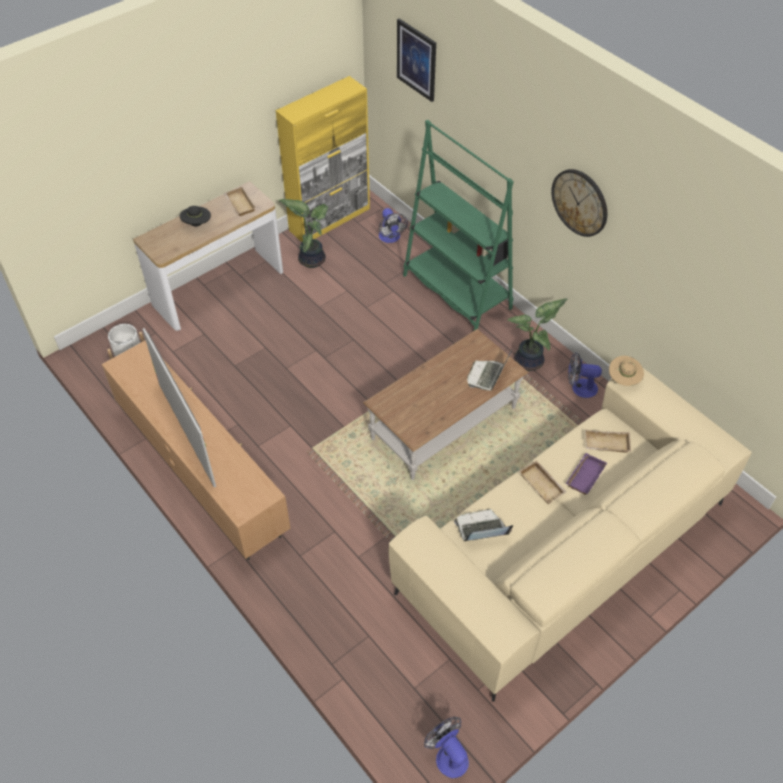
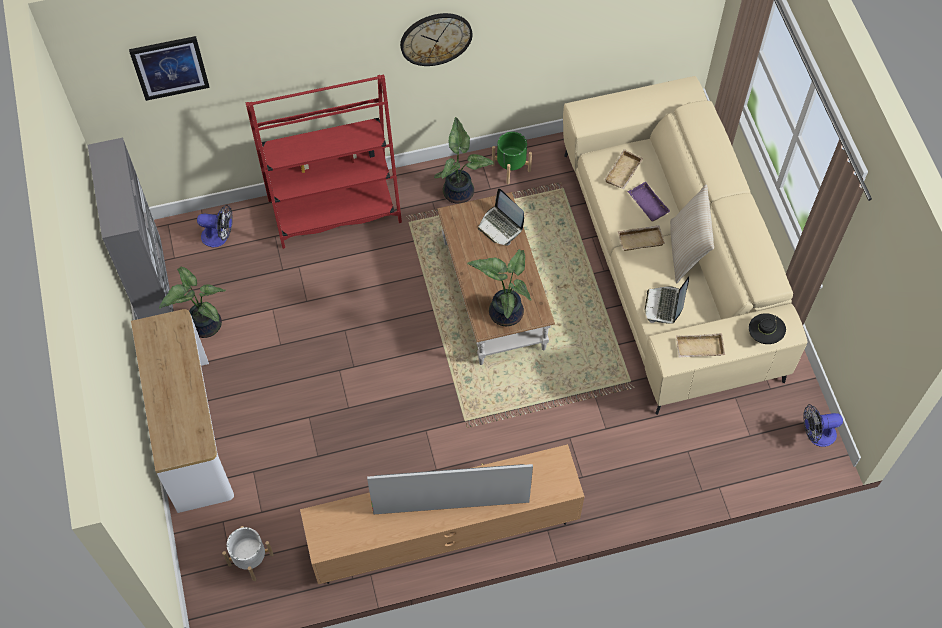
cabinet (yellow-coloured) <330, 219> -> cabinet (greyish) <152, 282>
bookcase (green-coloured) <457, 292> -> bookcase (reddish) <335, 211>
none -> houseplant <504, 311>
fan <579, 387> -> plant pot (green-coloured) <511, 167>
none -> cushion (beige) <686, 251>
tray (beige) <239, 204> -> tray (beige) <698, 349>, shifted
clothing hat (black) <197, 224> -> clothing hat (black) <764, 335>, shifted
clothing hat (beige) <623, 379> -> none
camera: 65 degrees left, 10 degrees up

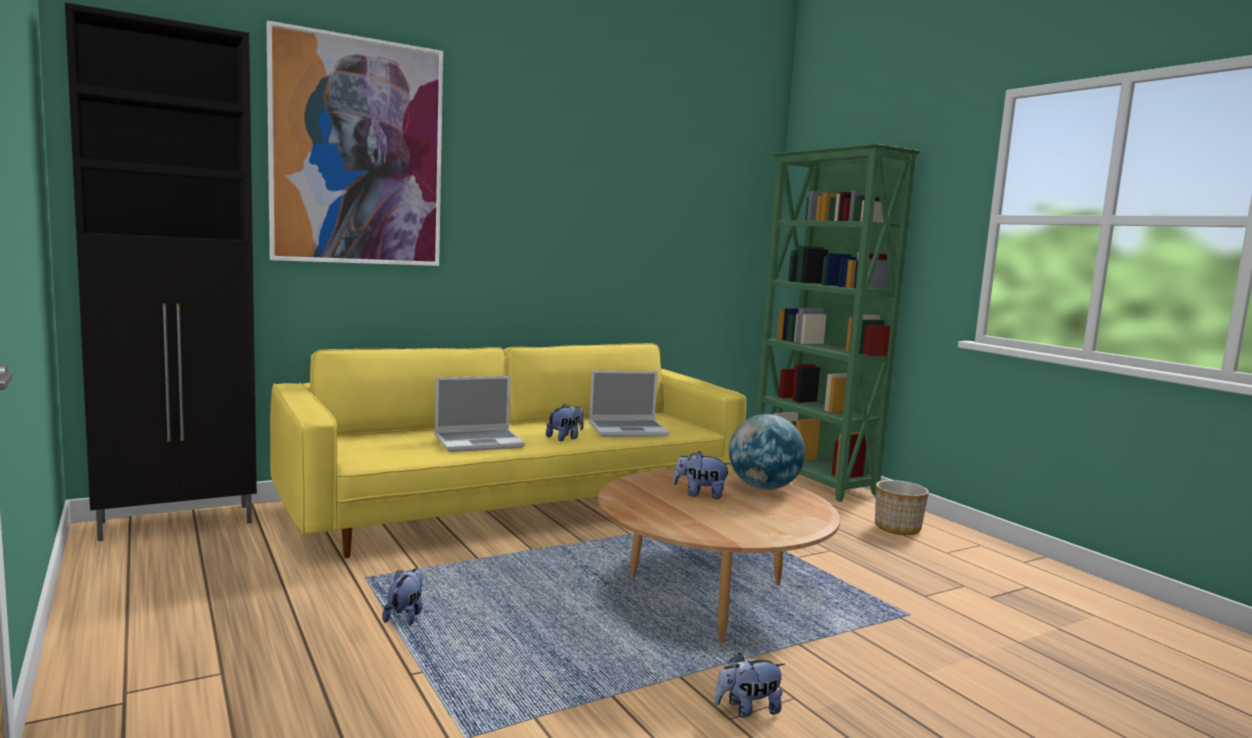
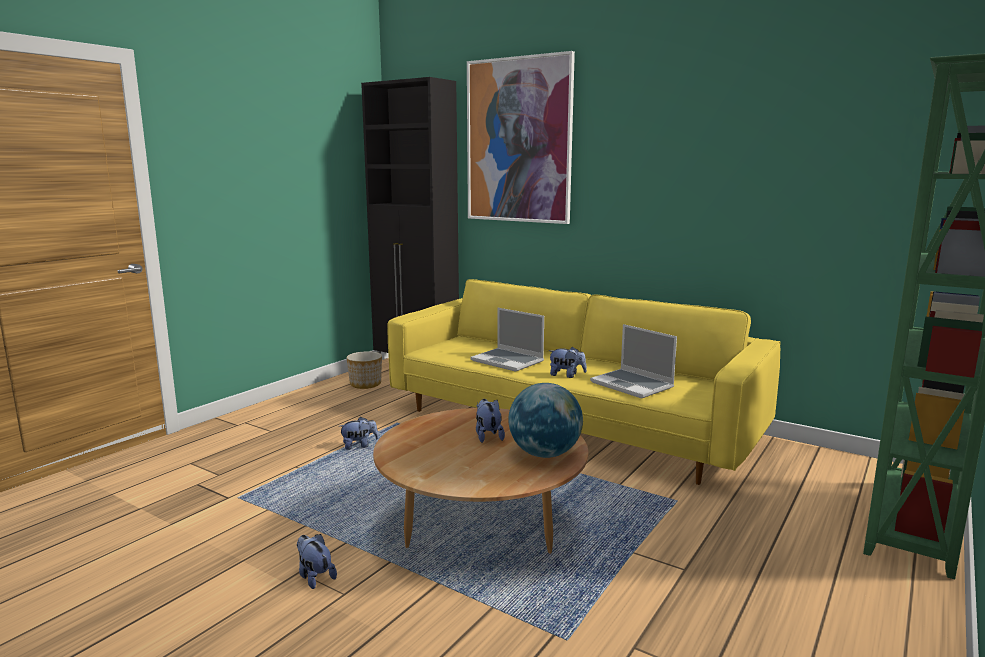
plant pot <896, 528> -> plant pot <365, 384>, shifted
camera: 65 degrees right, 5 degrees up

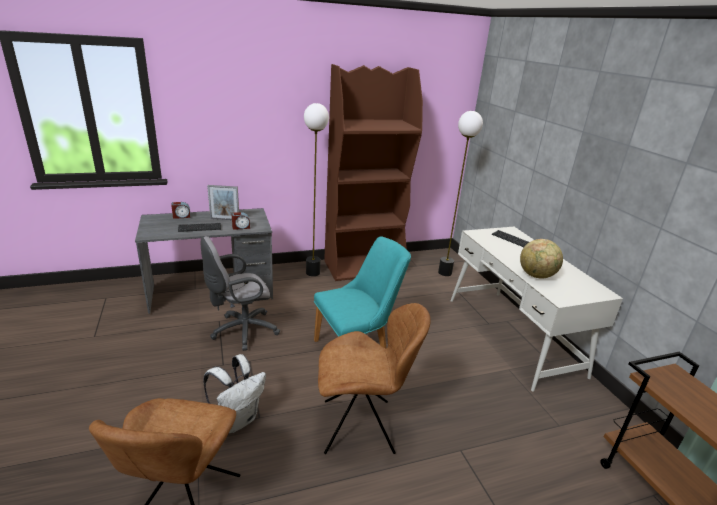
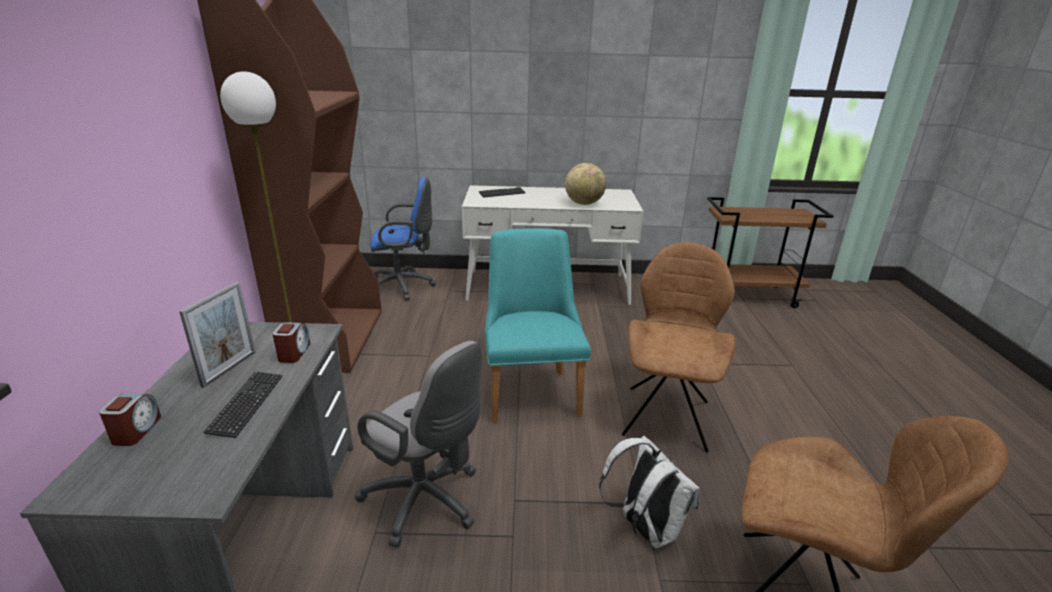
desk chair (greyish) <241, 331> -> desk chair (greyish) <427, 502>, 45 degrees counterclockwise
floor lamp <444, 273> -> desk chair (blue-coloured) <403, 286>
camera: 70 degrees left, 0 degrees up

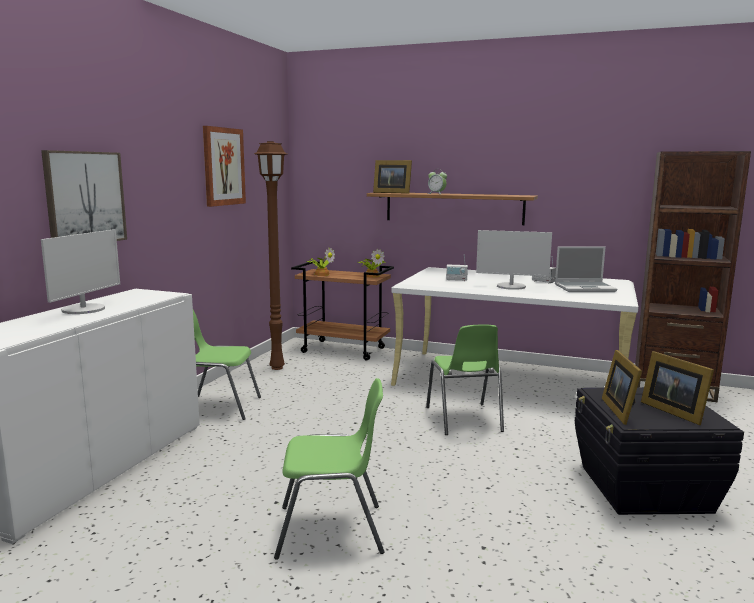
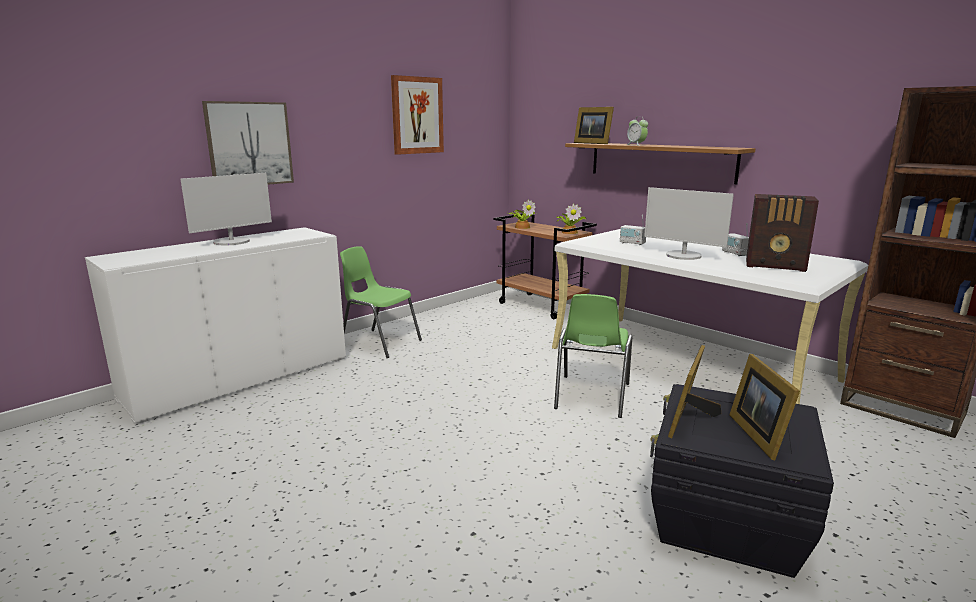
laptop <585, 288> -> radio receiver <776, 266>
floor lamp (brown) <277, 367> -> none
plain chair (green-coloured) <332, 530> -> none
camera: 25 degrees right, 5 degrees up

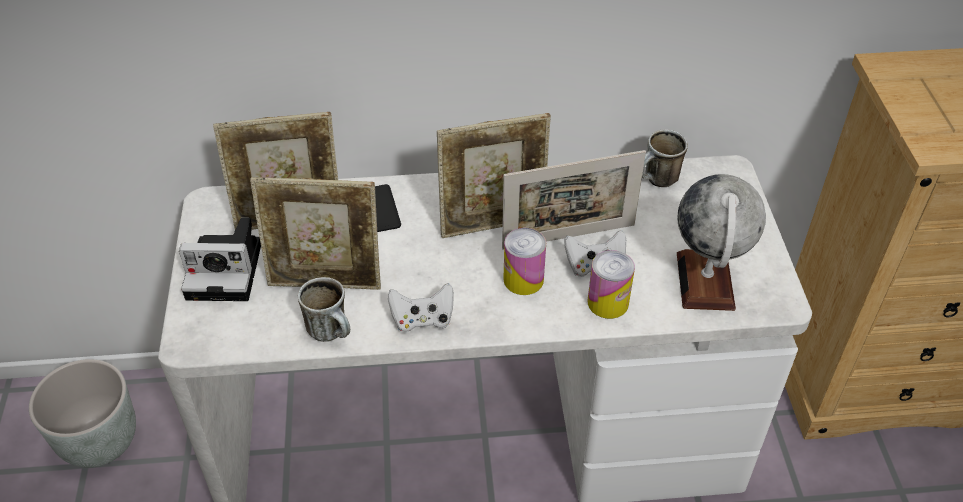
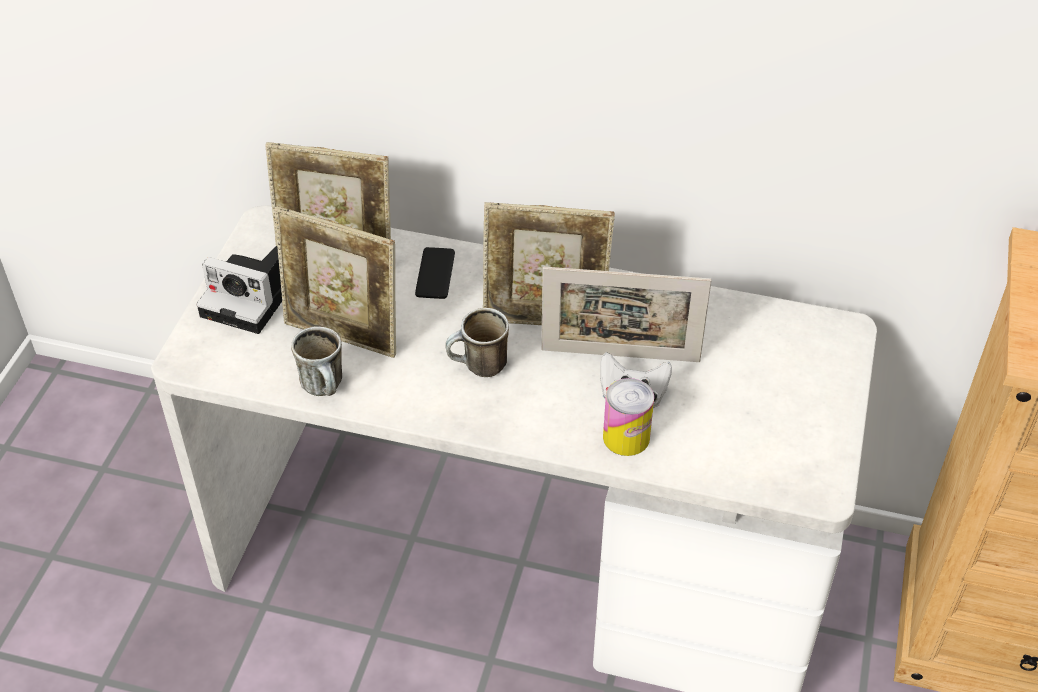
mug <657, 182> -> mug <478, 368>, shifted
plant pot (greyish) <101, 441> -> none
joypad (white-coloured) <422, 320> -> none
metal can <523, 279> -> none
desk globe <705, 281> -> none
camera: 20 degrees right, 0 degrees up

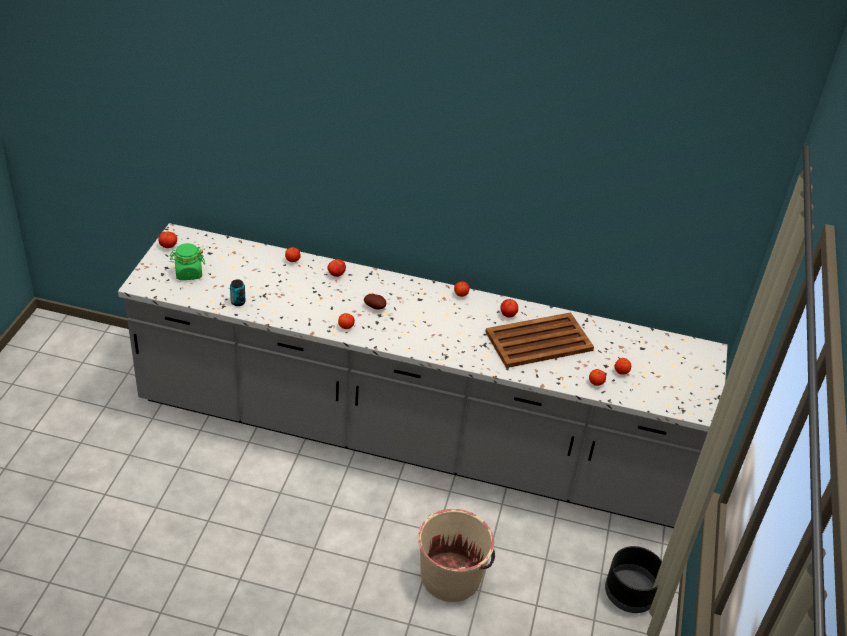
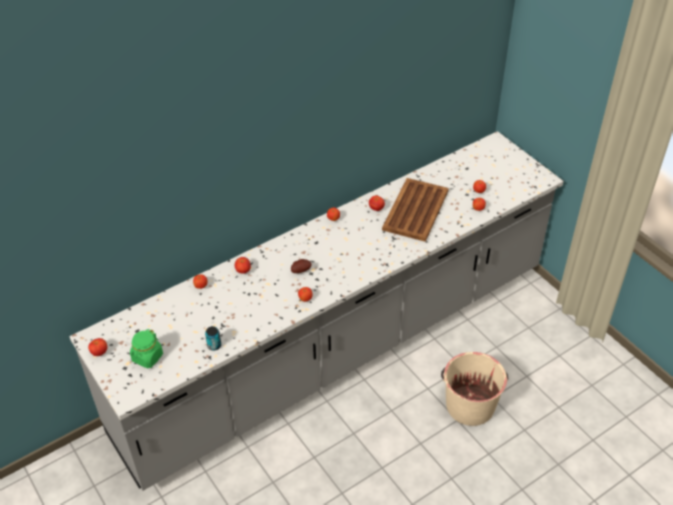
plant pot (black) <630, 594> -> none
camera: 45 degrees left, 5 degrees up

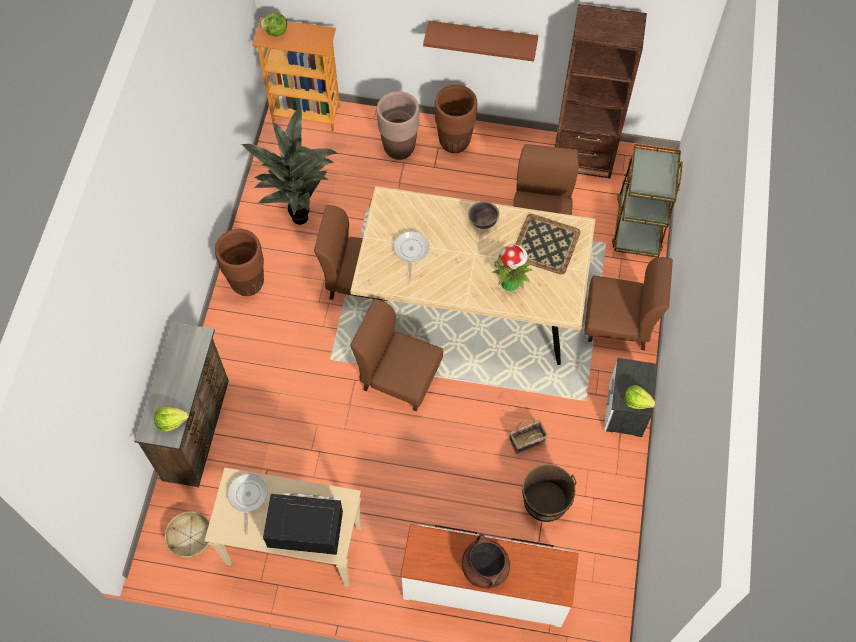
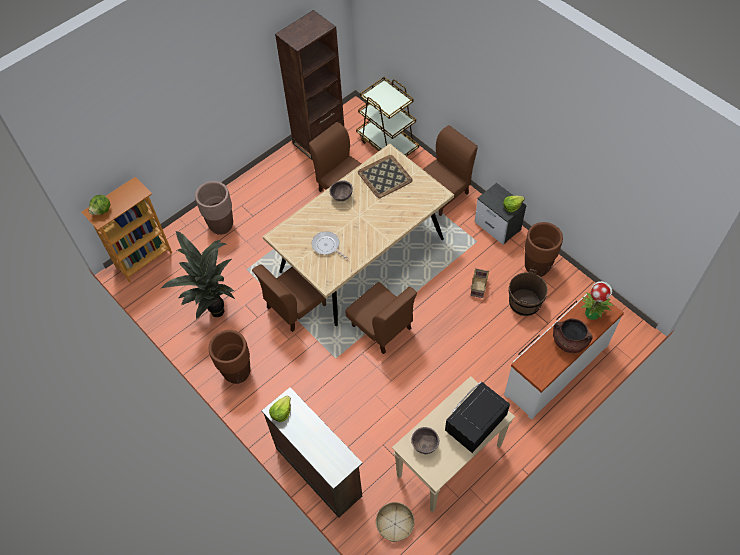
head of lettuce <171, 421> -> head of lettuce <281, 412>, shifted
plain chair (brown) <399, 377> -> plain chair (brown) <381, 327>, 105 degrees counterclockwise
frying pan <247, 497> -> deep dish (brown) <425, 445>
plant pot (brown) <454, 142> -> plant pot (brown) <537, 267>, shifted
houseplant <510, 282> -> houseplant <592, 312>, shifted
bracket shelf (brown) <482, 37> -> none
camera: 50 degrees left, 5 degrees down

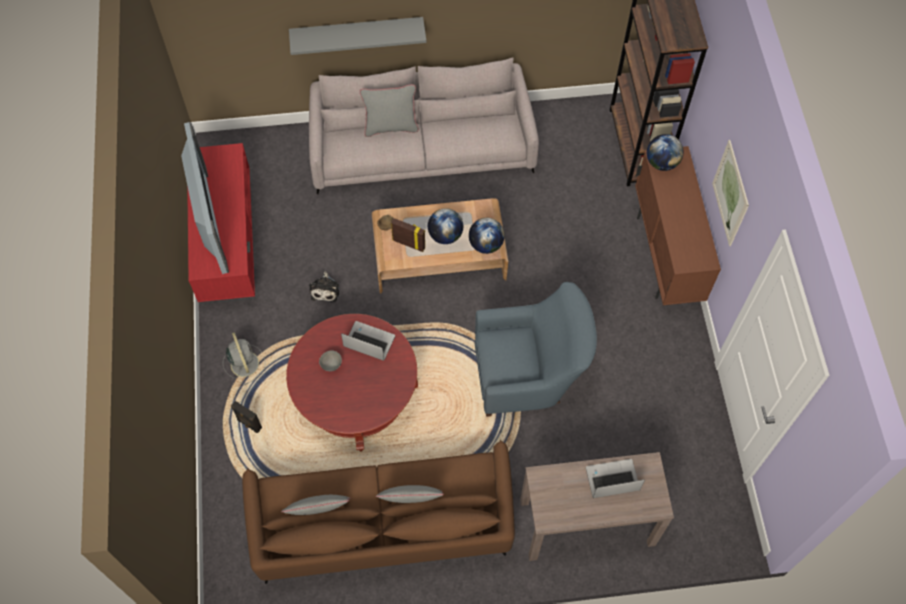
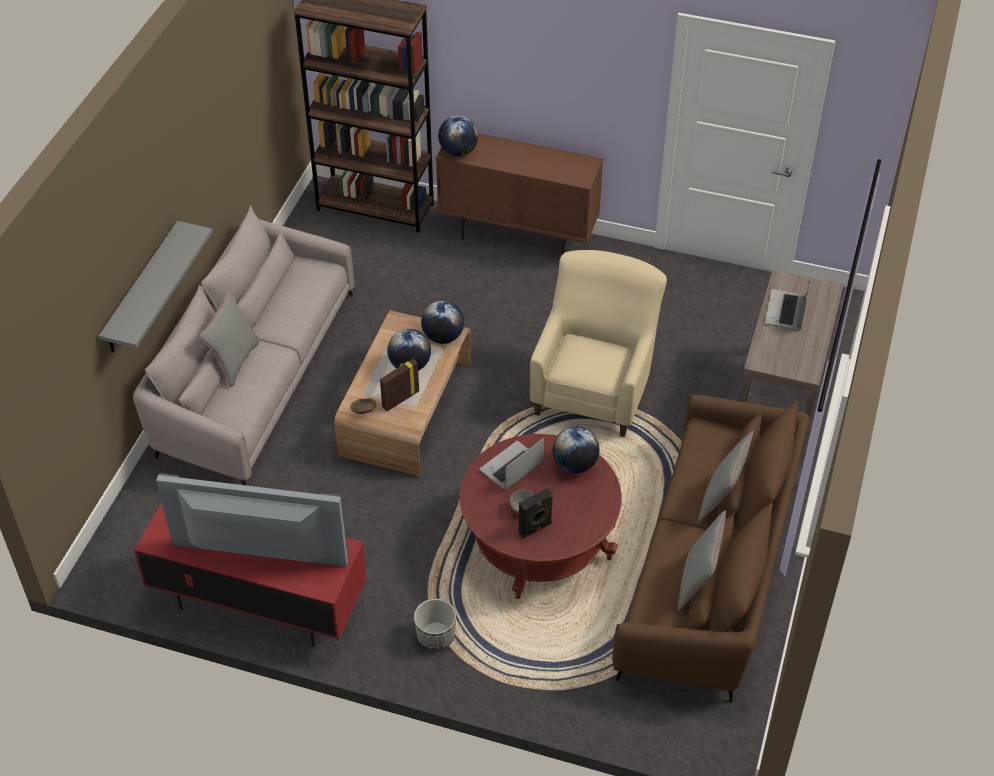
fan (greyish) <244, 363> -> plant pot <435, 636>
loudspeaker (black) <249, 424> -> loudspeaker (black) <535, 528>, shifted
easy chair (blue-coloured) <528, 376> -> easy chair (beige) <595, 387>
none -> desk globe <575, 464>
cuddly toy <325, 290> -> none
picture <730, 193> -> none
camera: 65 degrees left, 15 degrees down

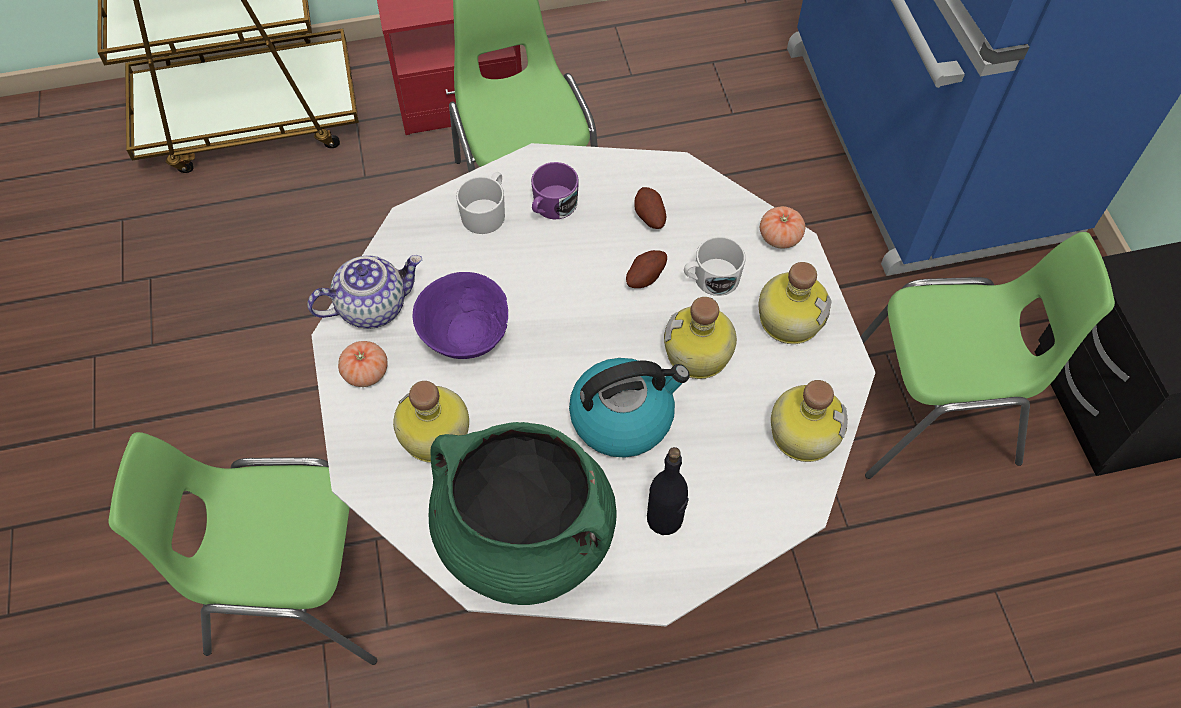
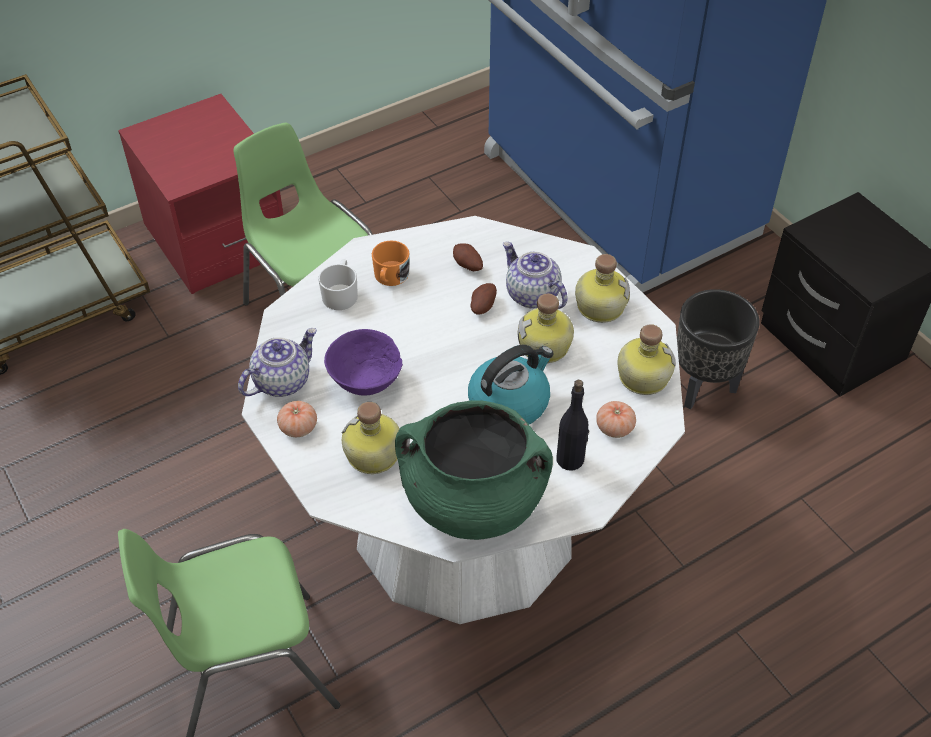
mug (purplish) <552, 206> -> mug (orange-coloured) <390, 277>
mug (white-coloured) <711, 279> -> tea pot <531, 295>
tomato <780, 237> -> tomato <614, 428>, shifted
plain chair (green-coloured) <931, 413> -> plant pot (black) <704, 387>
camera: 20 degrees left, 10 degrees down

